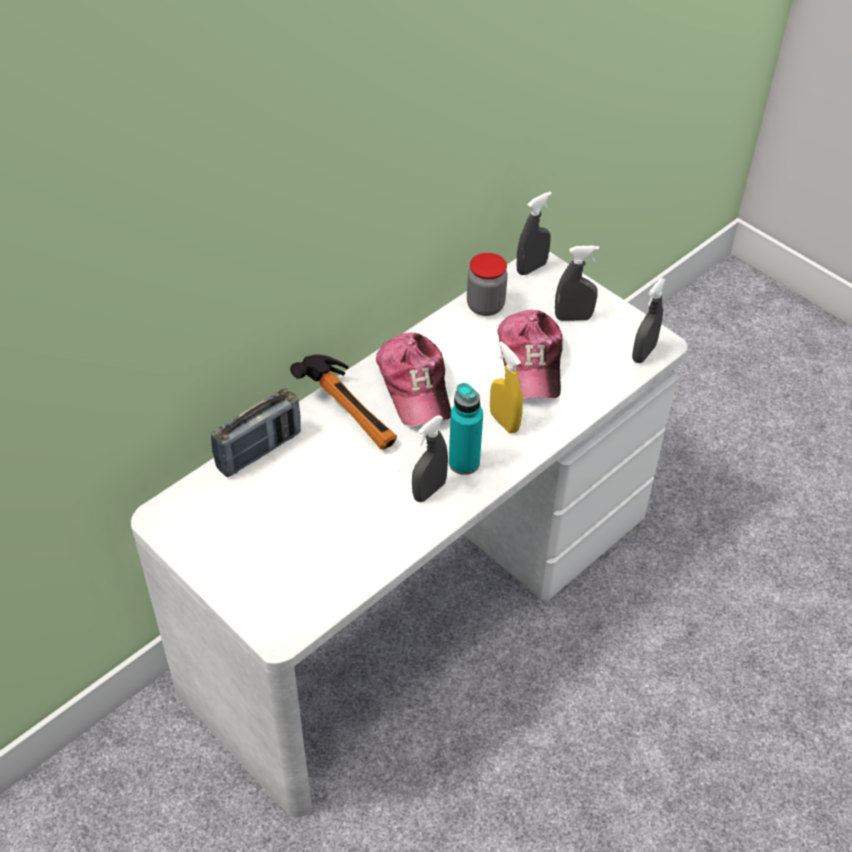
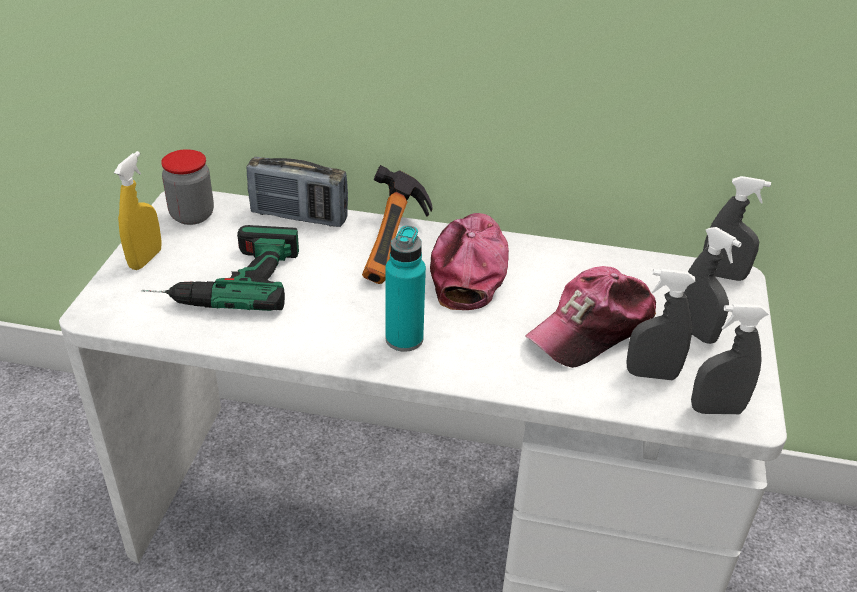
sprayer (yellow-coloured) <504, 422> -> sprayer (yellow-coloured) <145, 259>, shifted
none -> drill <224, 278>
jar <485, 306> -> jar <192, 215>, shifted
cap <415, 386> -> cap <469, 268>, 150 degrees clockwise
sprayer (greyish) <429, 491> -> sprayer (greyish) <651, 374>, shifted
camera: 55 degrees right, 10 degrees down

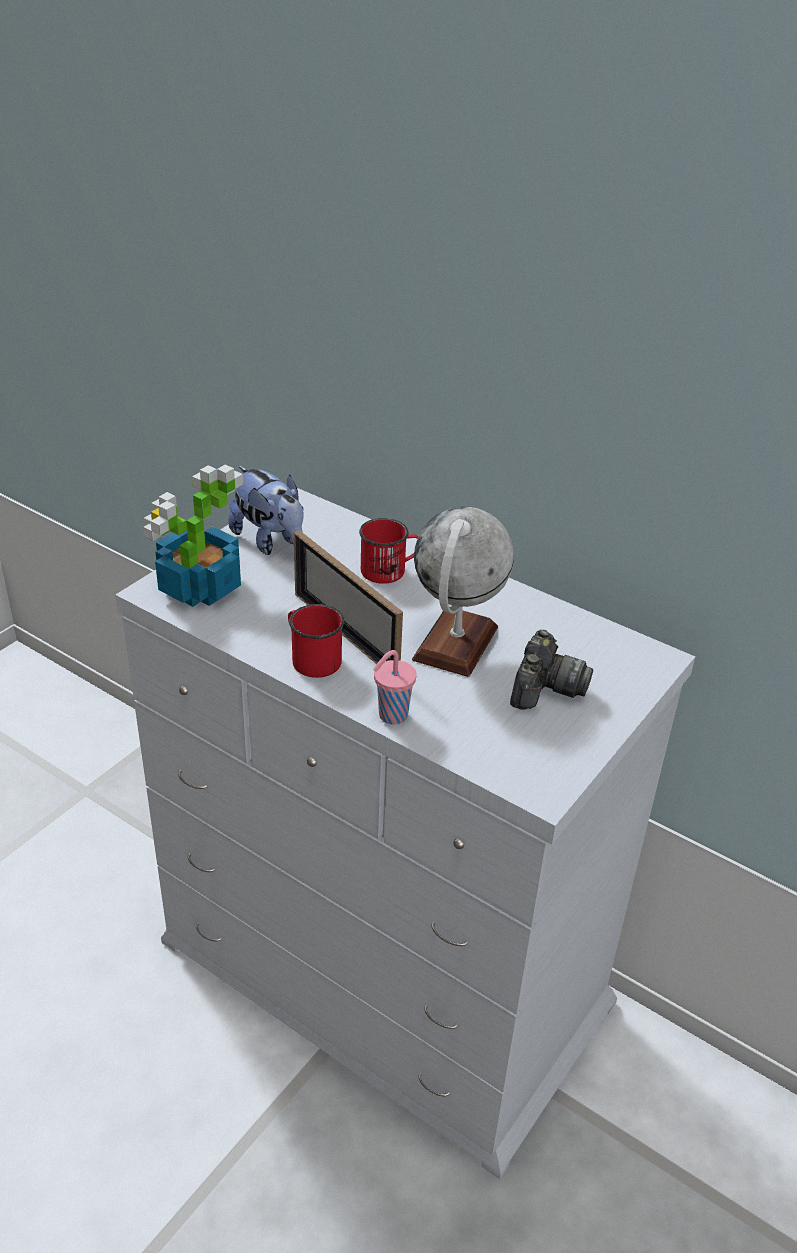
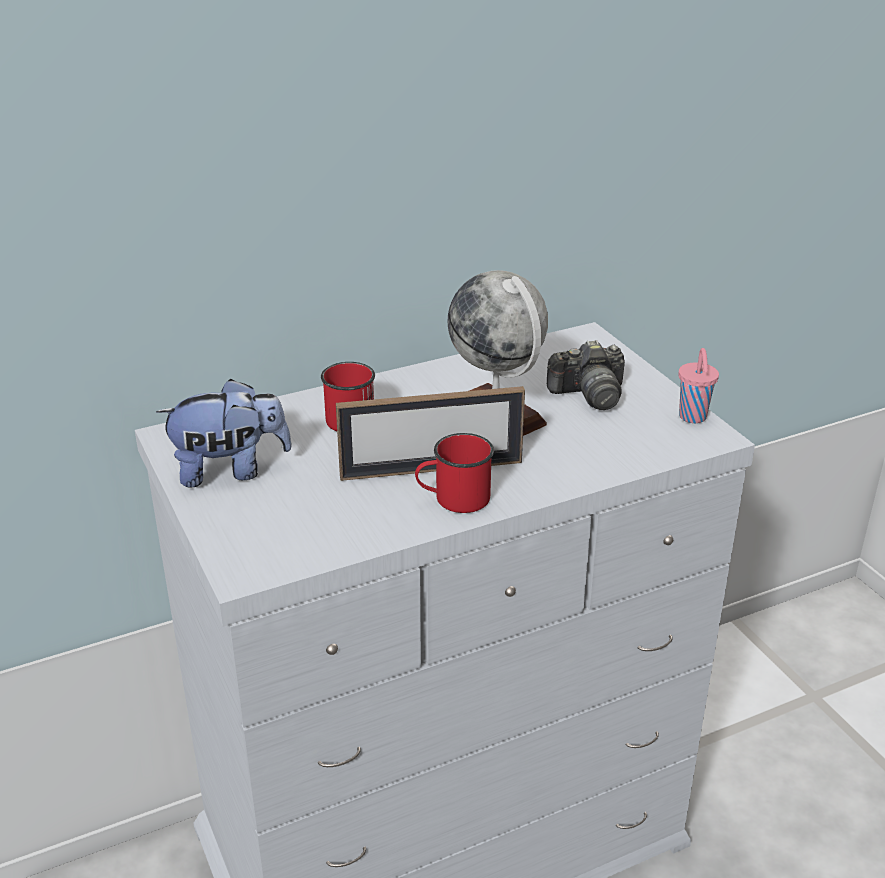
still camera <545, 688> -> still camera <589, 395>, 120 degrees clockwise
cup (pink) <391, 716> -> cup (pink) <693, 418>, shifted
houseplant <198, 587> -> none
camera: 60 degrees left, 5 degrees down

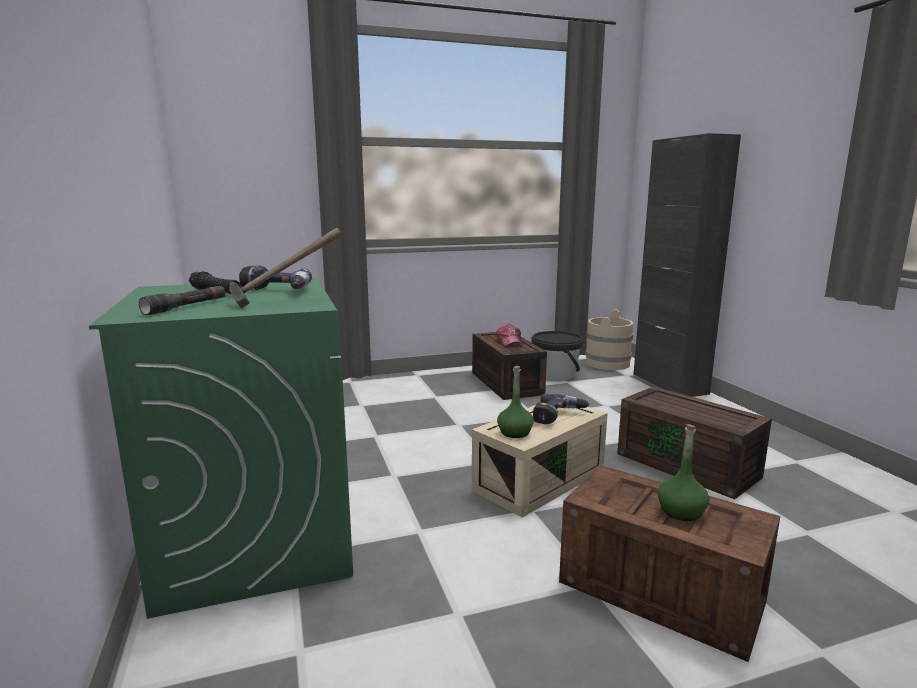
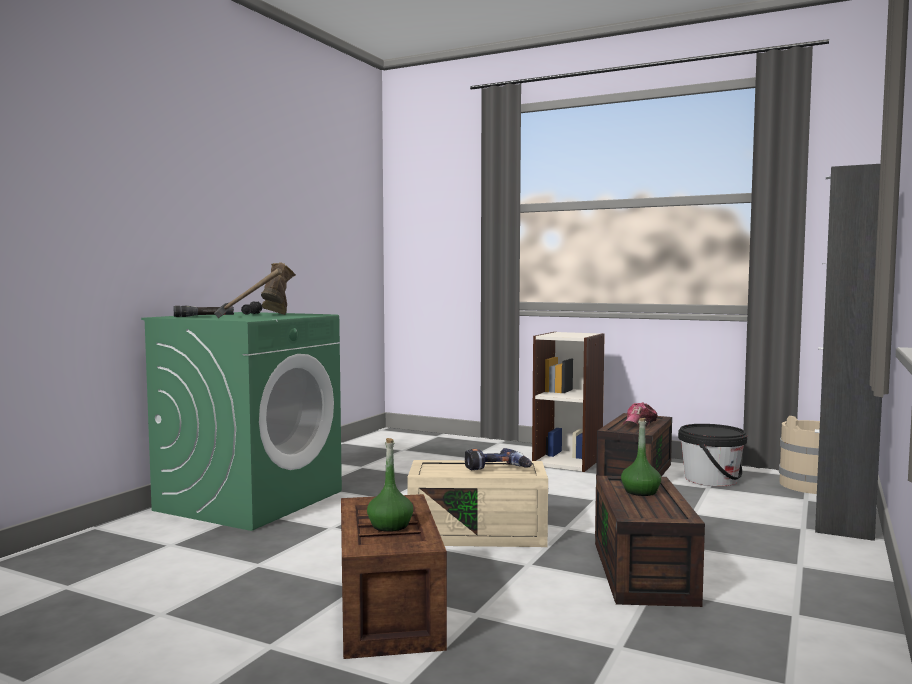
drill <275, 291> -> high-top boot (brown) <275, 315>
none -> bookcase <568, 461>
drink bottle (green-coloured) <515, 433> -> drink bottle (green-coloured) <640, 492>, shifted
camera: 45 degrees right, 10 degrees down

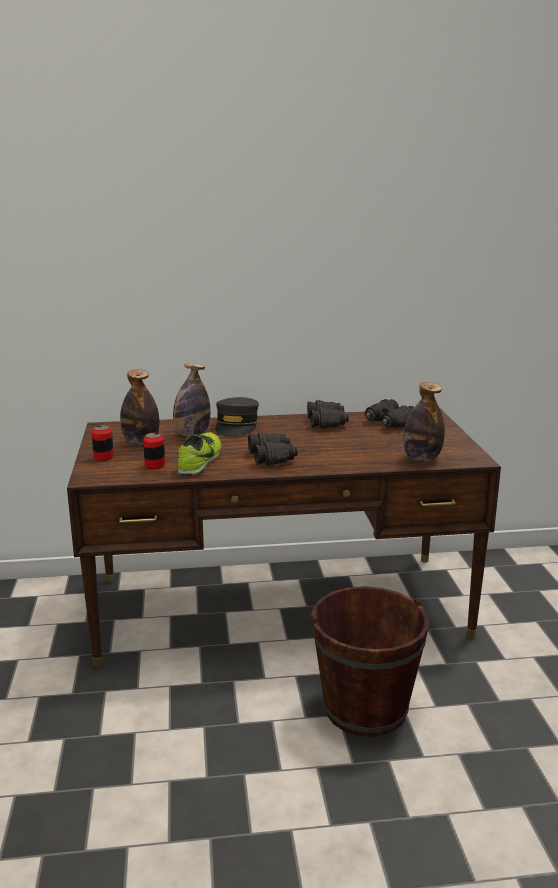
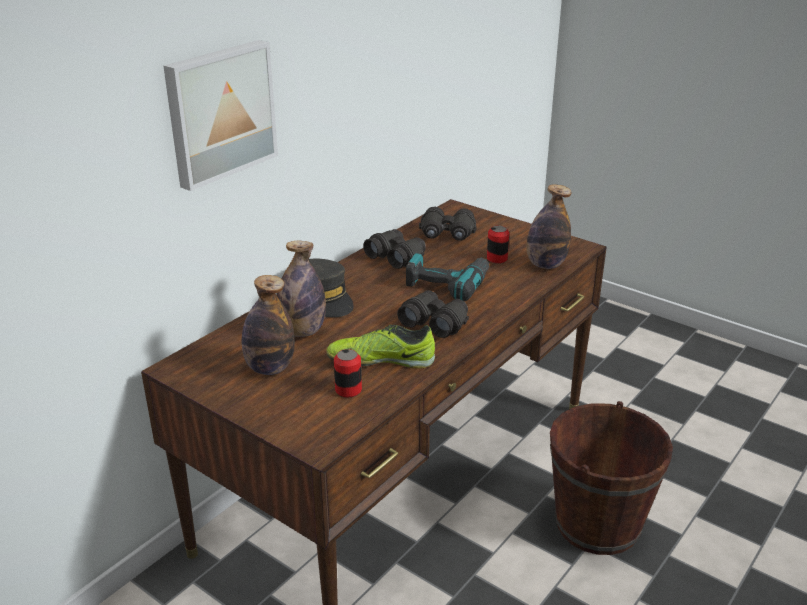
none -> picture <220, 112>
item of footwear <200, 461> -> item of footwear <381, 360>, 60 degrees counterclockwise
none -> drill <447, 283>
metal can <103, 457> -> metal can <497, 258>, shifted
camera: 45 degrees left, 10 degrees up

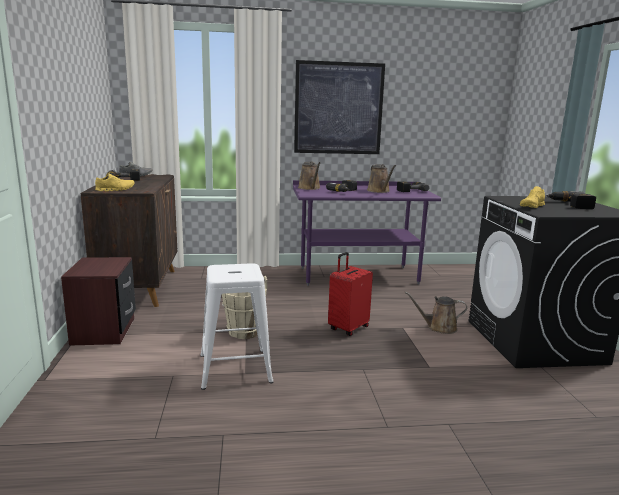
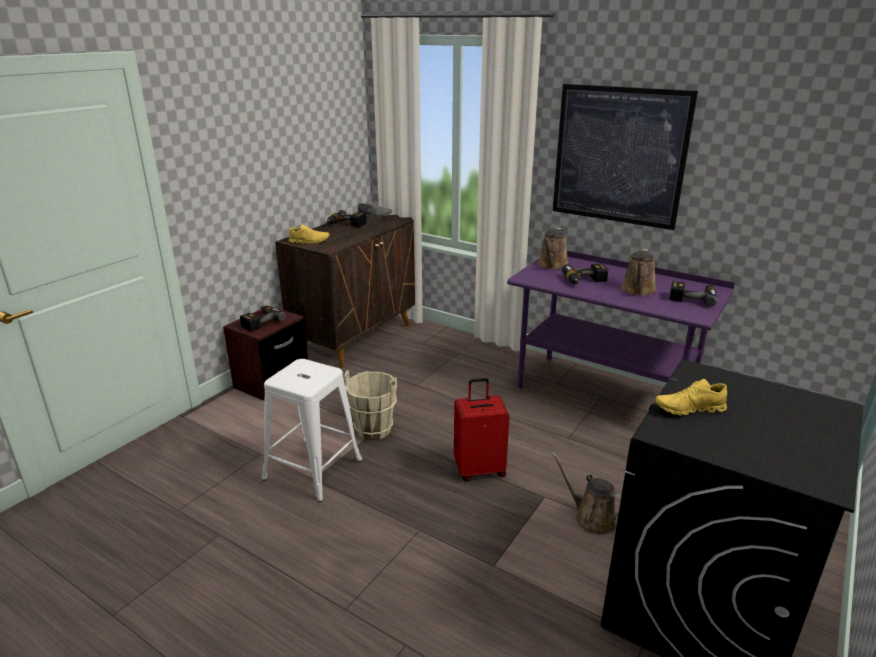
drill <570, 205> -> drill <260, 322>, shifted
camera: 40 degrees right, 10 degrees up

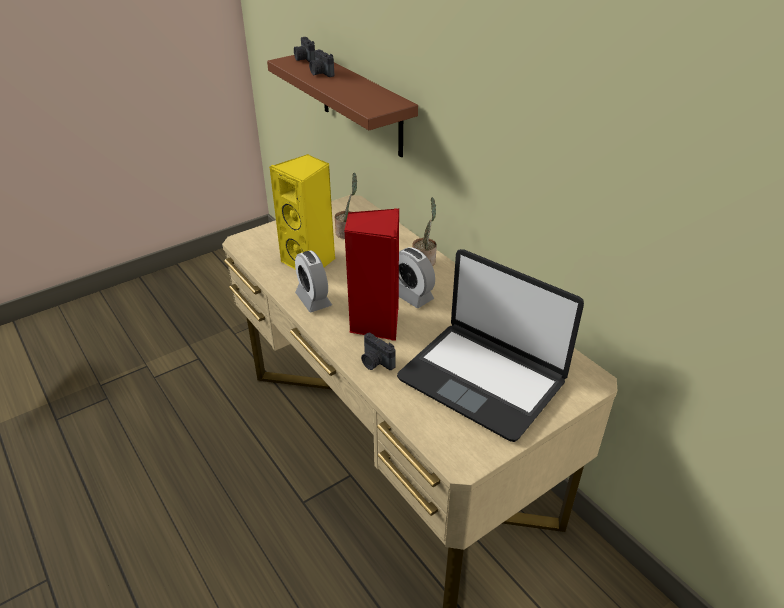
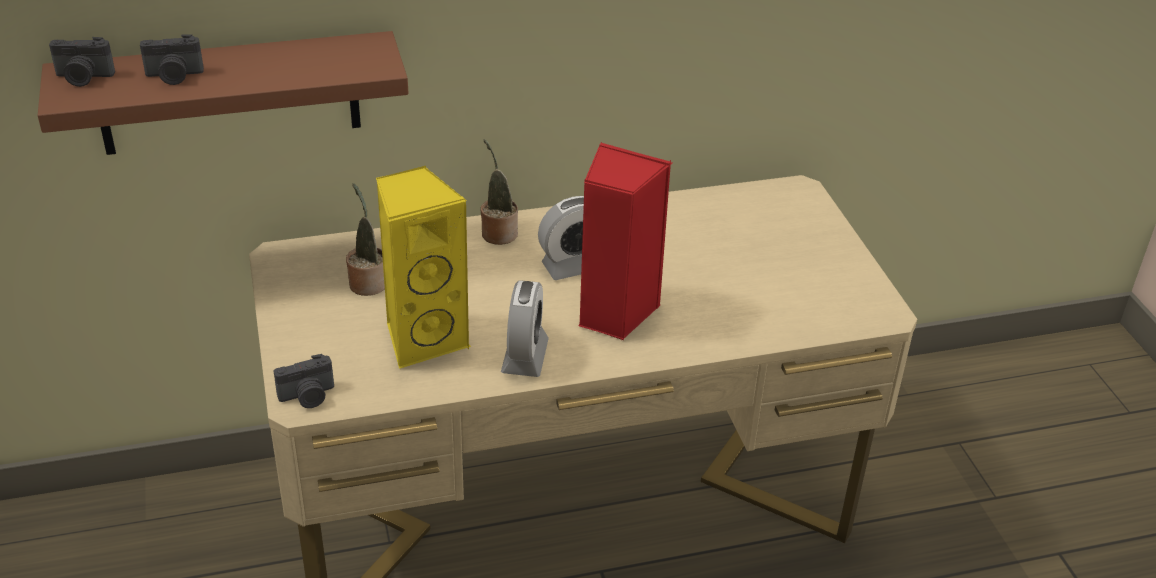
still camera <375, 362> -> still camera <308, 397>, shifted
alarm clock <313, 300> -> alarm clock <525, 356>, 75 degrees counterclockwise
laptop <482, 379> -> none
camera: 70 degrees left, 0 degrees up

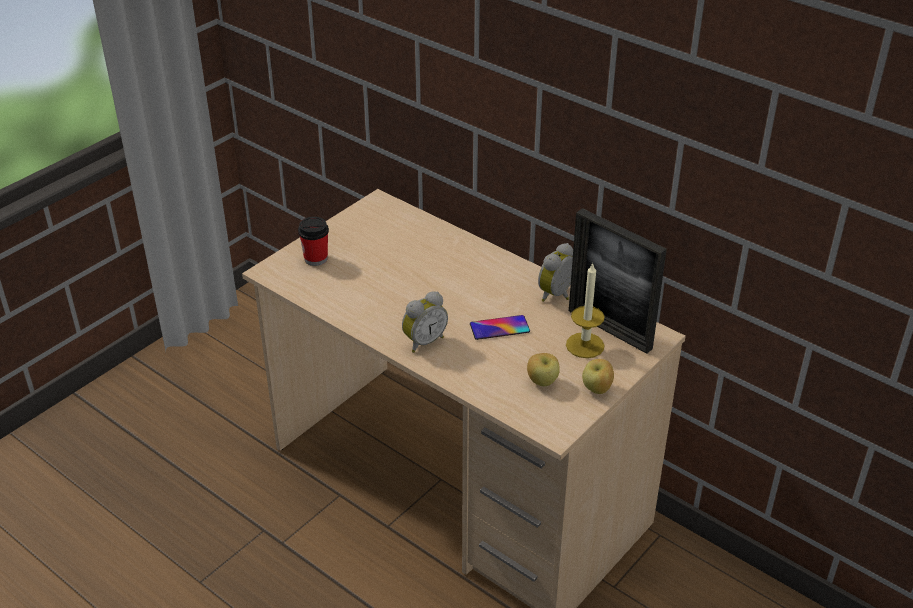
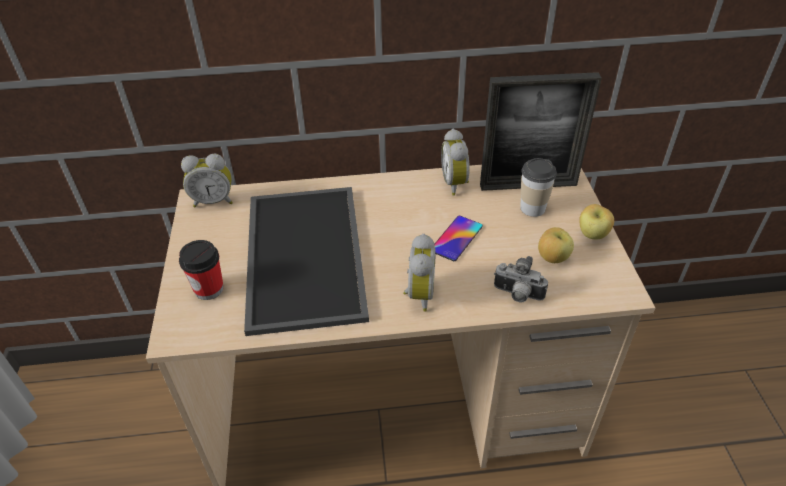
none -> alarm clock <213, 201>
none -> tray <301, 254>
none -> still camera <517, 295>
candle <585, 345> -> cup <532, 208>
camera: 45 degrees left, 5 degrees up

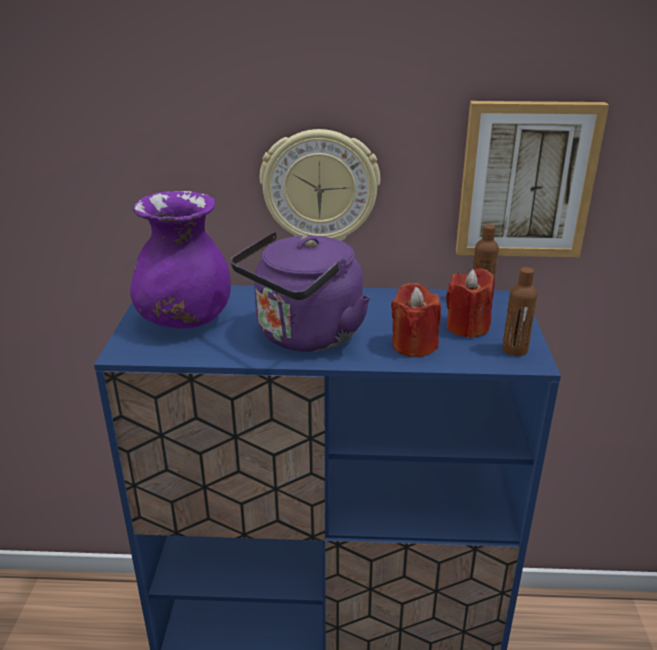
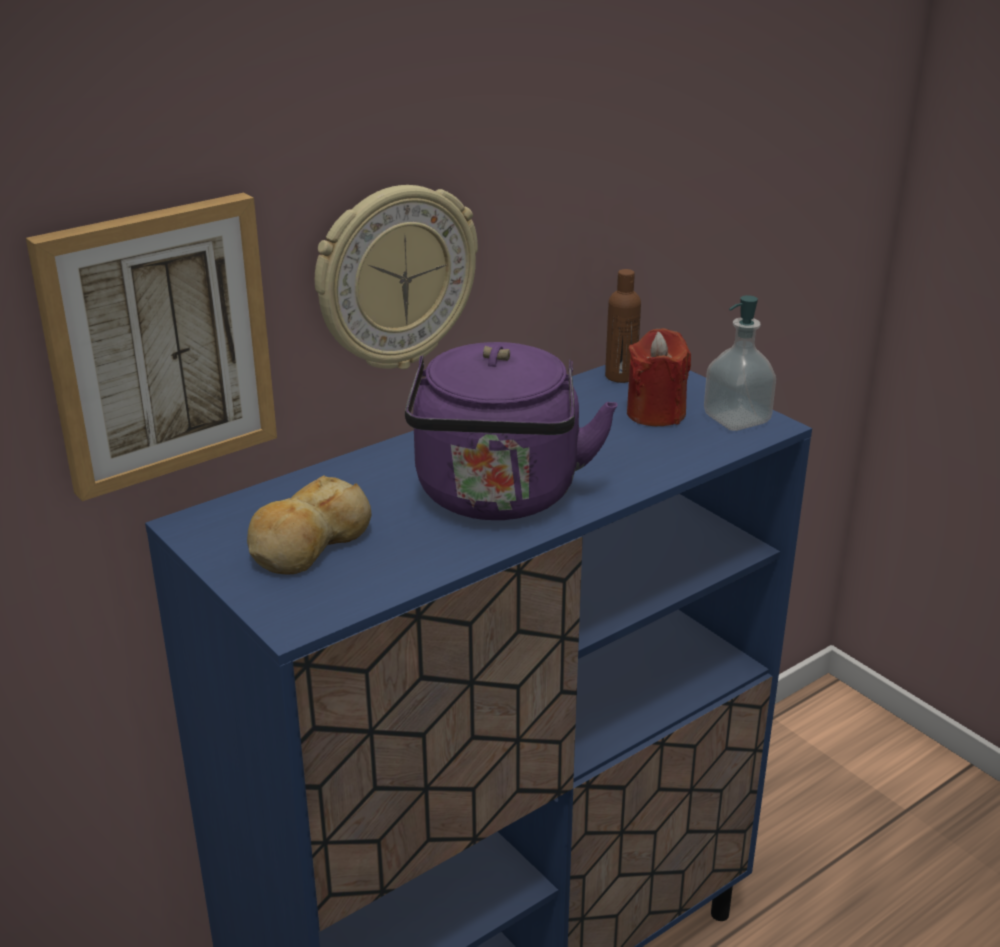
picture <526, 180> -> picture <158, 343>, shifted
vase (purplish) <185, 320> -> bread <308, 544>
drink bottle (brown) <514, 350> -> liquid soap bottle <736, 419>
candle (reddish) <413, 345> -> none
camera: 40 degrees left, 0 degrees up

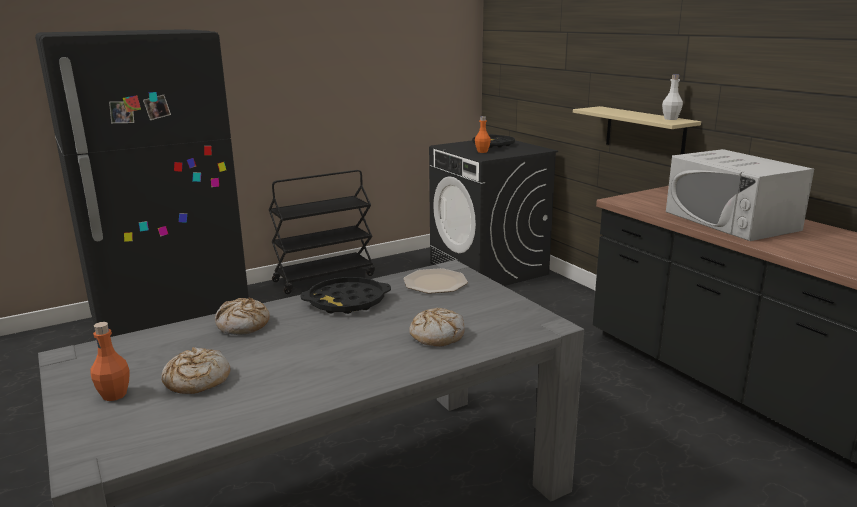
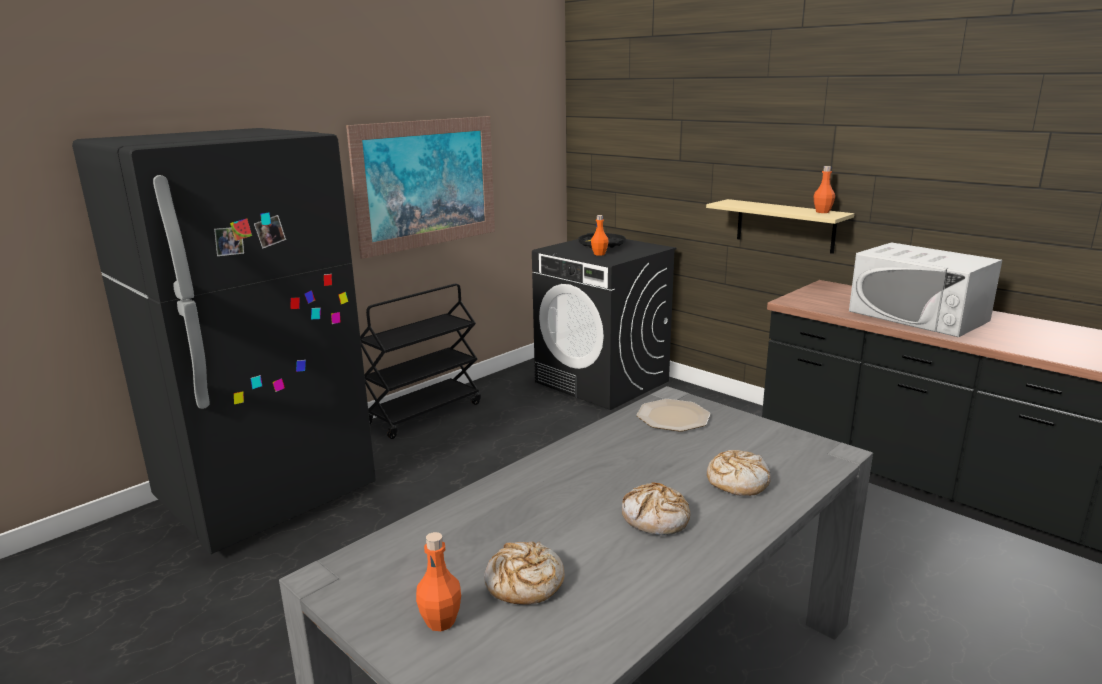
none -> picture <427, 183>
bread <243, 325> -> bread <656, 519>, shifted
drink bottle (white-coloured) <670, 119> -> drink bottle (orange-coloured) <822, 212>
tray (black) <347, 302> -> none
camera: 15 degrees left, 0 degrees up

